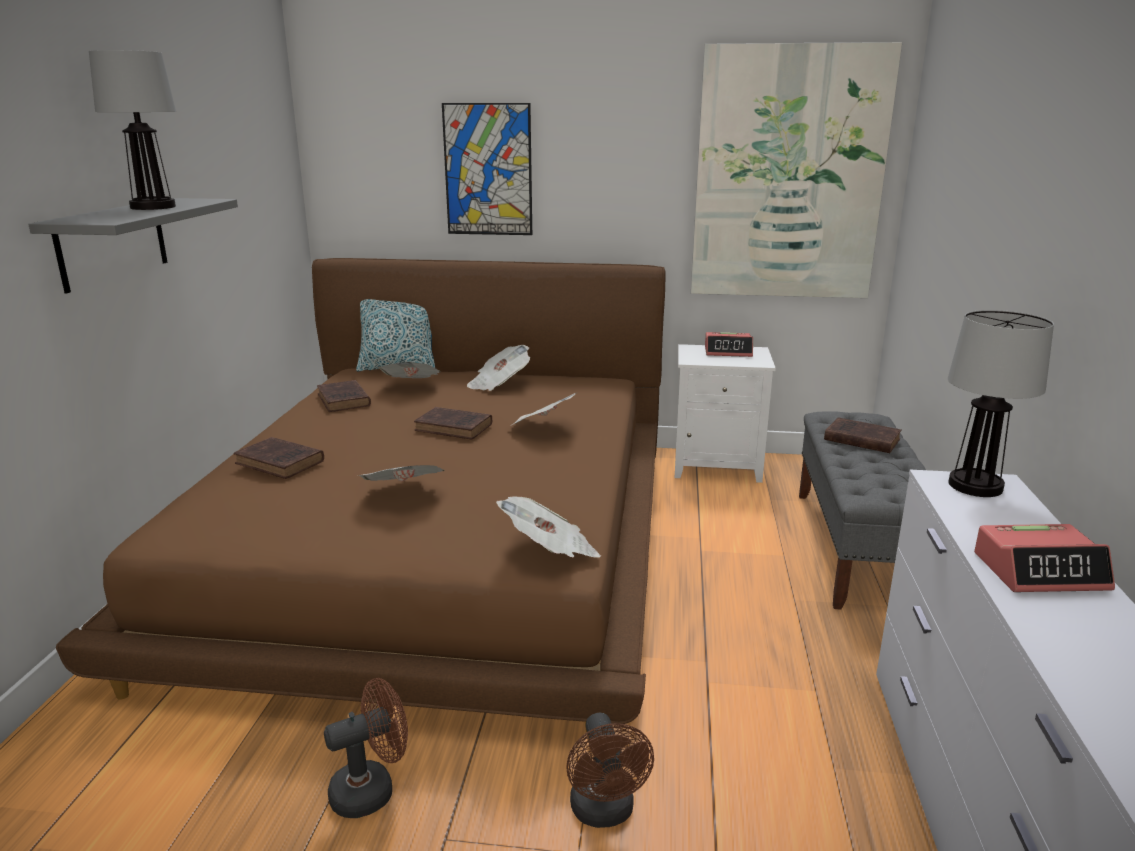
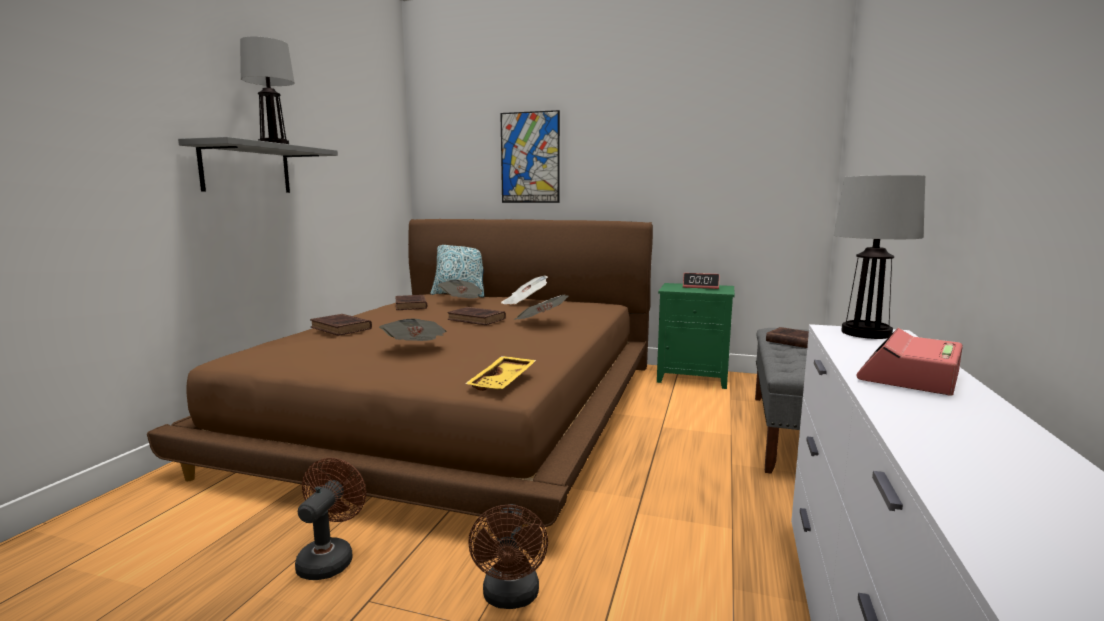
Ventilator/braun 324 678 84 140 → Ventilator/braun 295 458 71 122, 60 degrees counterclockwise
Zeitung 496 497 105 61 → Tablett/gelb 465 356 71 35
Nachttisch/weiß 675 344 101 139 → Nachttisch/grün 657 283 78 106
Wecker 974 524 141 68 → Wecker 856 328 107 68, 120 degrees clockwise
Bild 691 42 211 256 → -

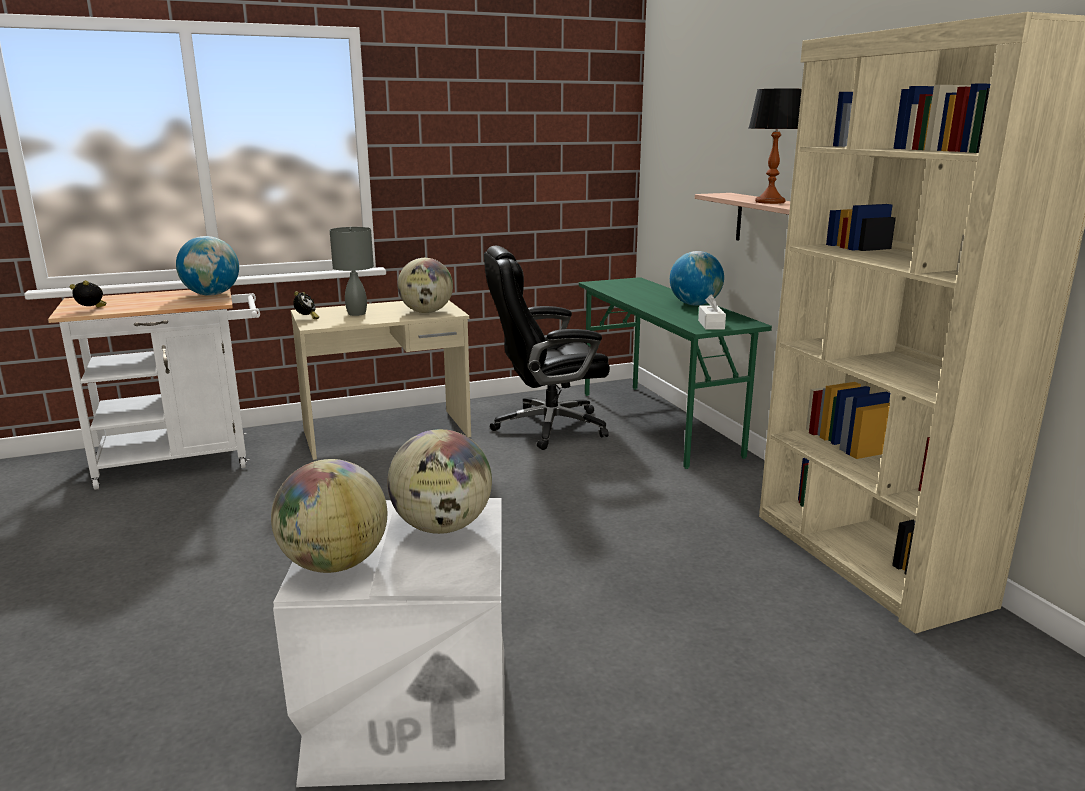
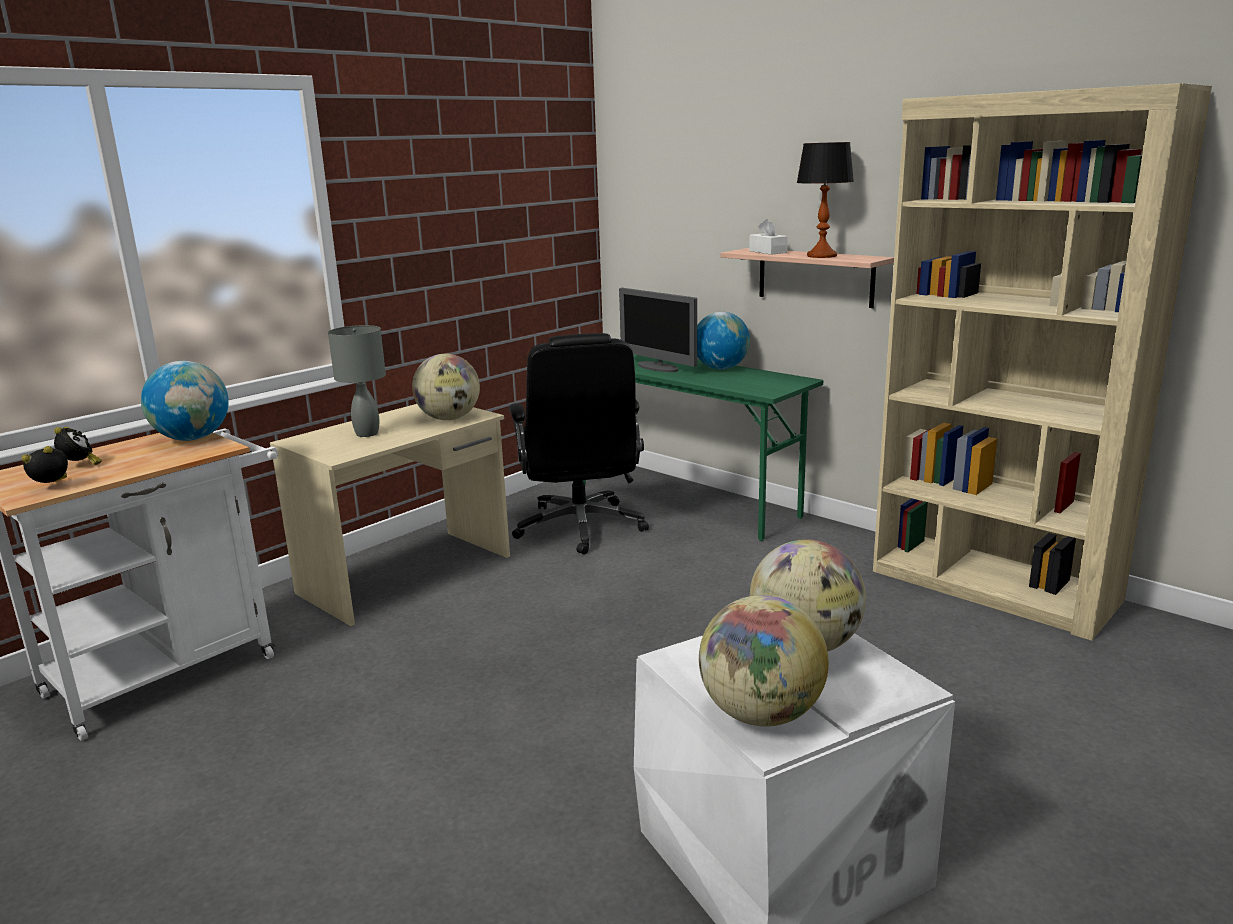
Wecker 293 291 26 28 → Wecker 54 427 48 38, move
Bürostuhl/schwarz 484 246 126 204 → Bürostuhl/schwarz 509 333 140 222, 60 degrees counterclockwise
- → Monitor 619 288 78 84
Taschentuchbox/weiß 698 294 28 36 → Taschentuchbox/weiß 749 219 39 36, move

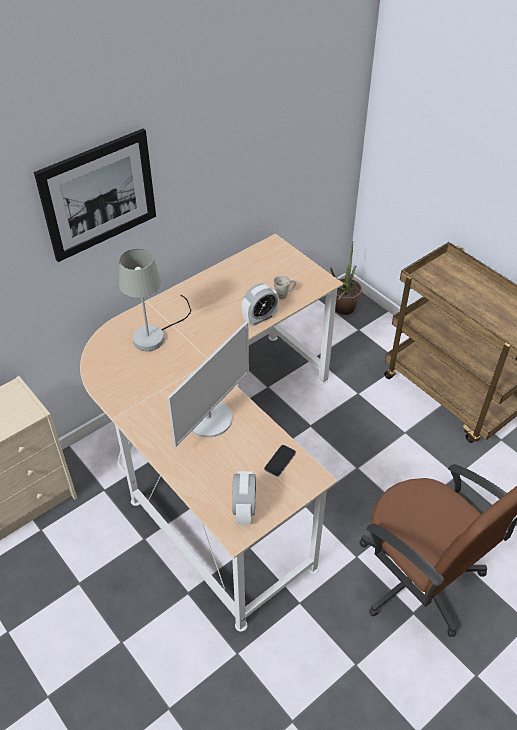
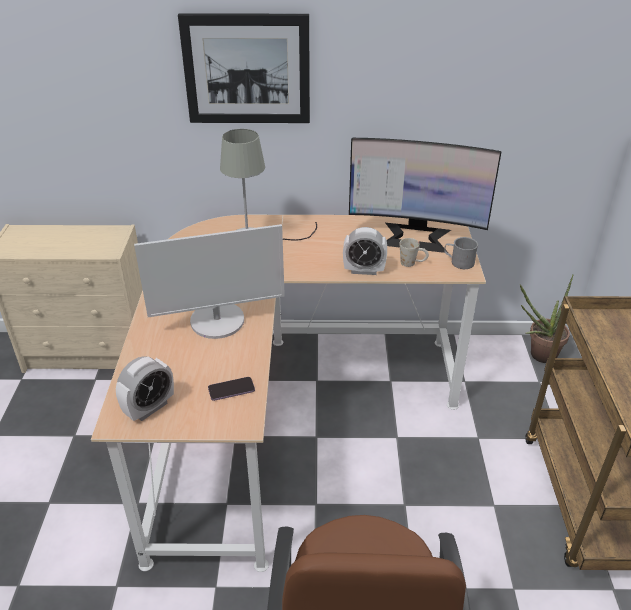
- → Monitor 349 138 152 115
- → Henkelbecher/grau 444 237 34 32

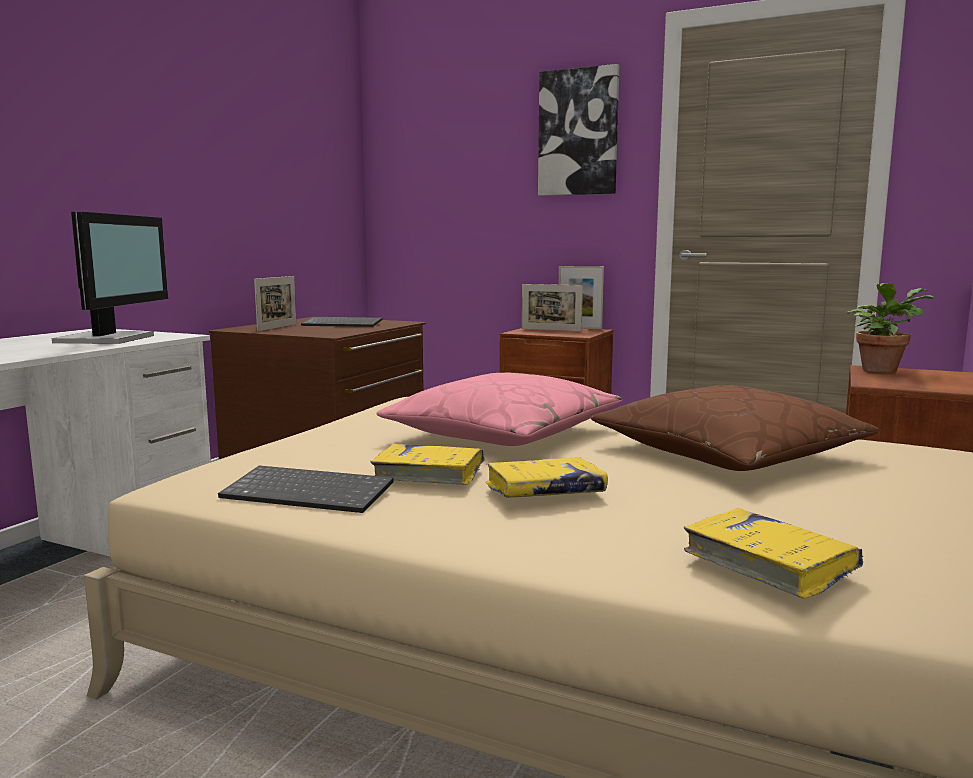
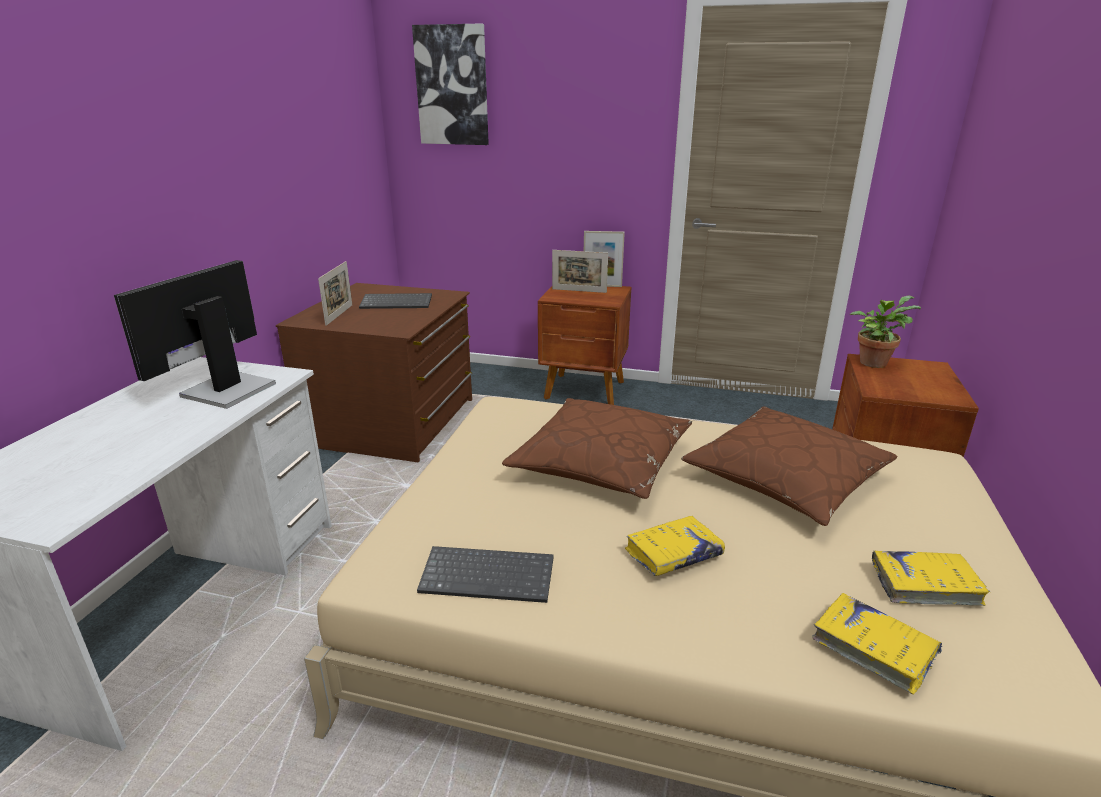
Monitor 52 212 116 132 → Monitor 114 260 162 149, 150 degrees counterclockwise
Bild 538 64 81 132 → Bild 412 23 77 122, move
Kissen/rosa 377 373 246 73 → Kissen/braun 502 398 190 101
Buch/gelb 370 444 115 41 → Buch/gelb 872 551 118 55, move

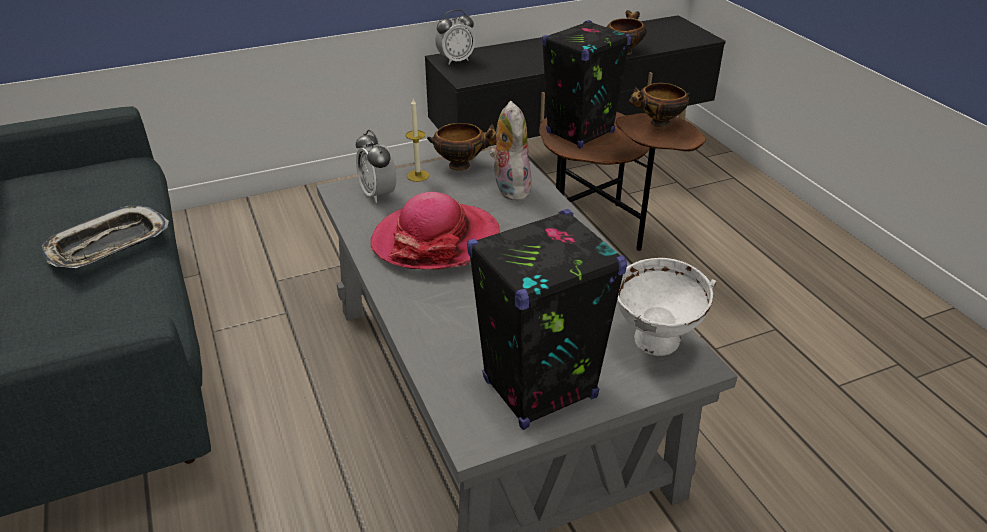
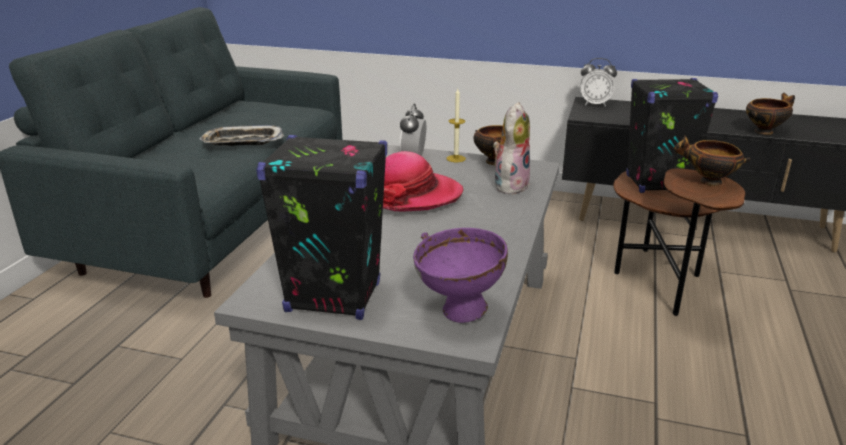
Schüssel/weiß 617 258 99 98 → Schüssel/lila 413 228 95 95

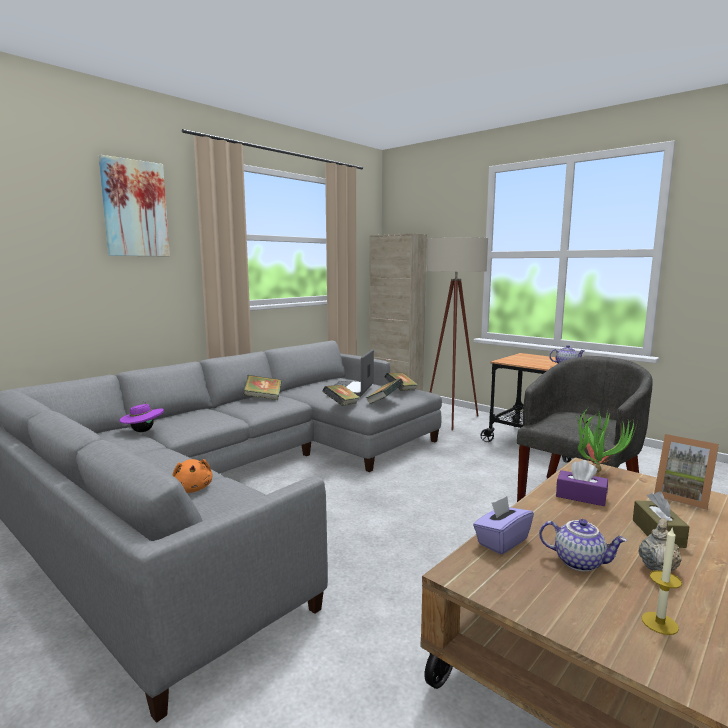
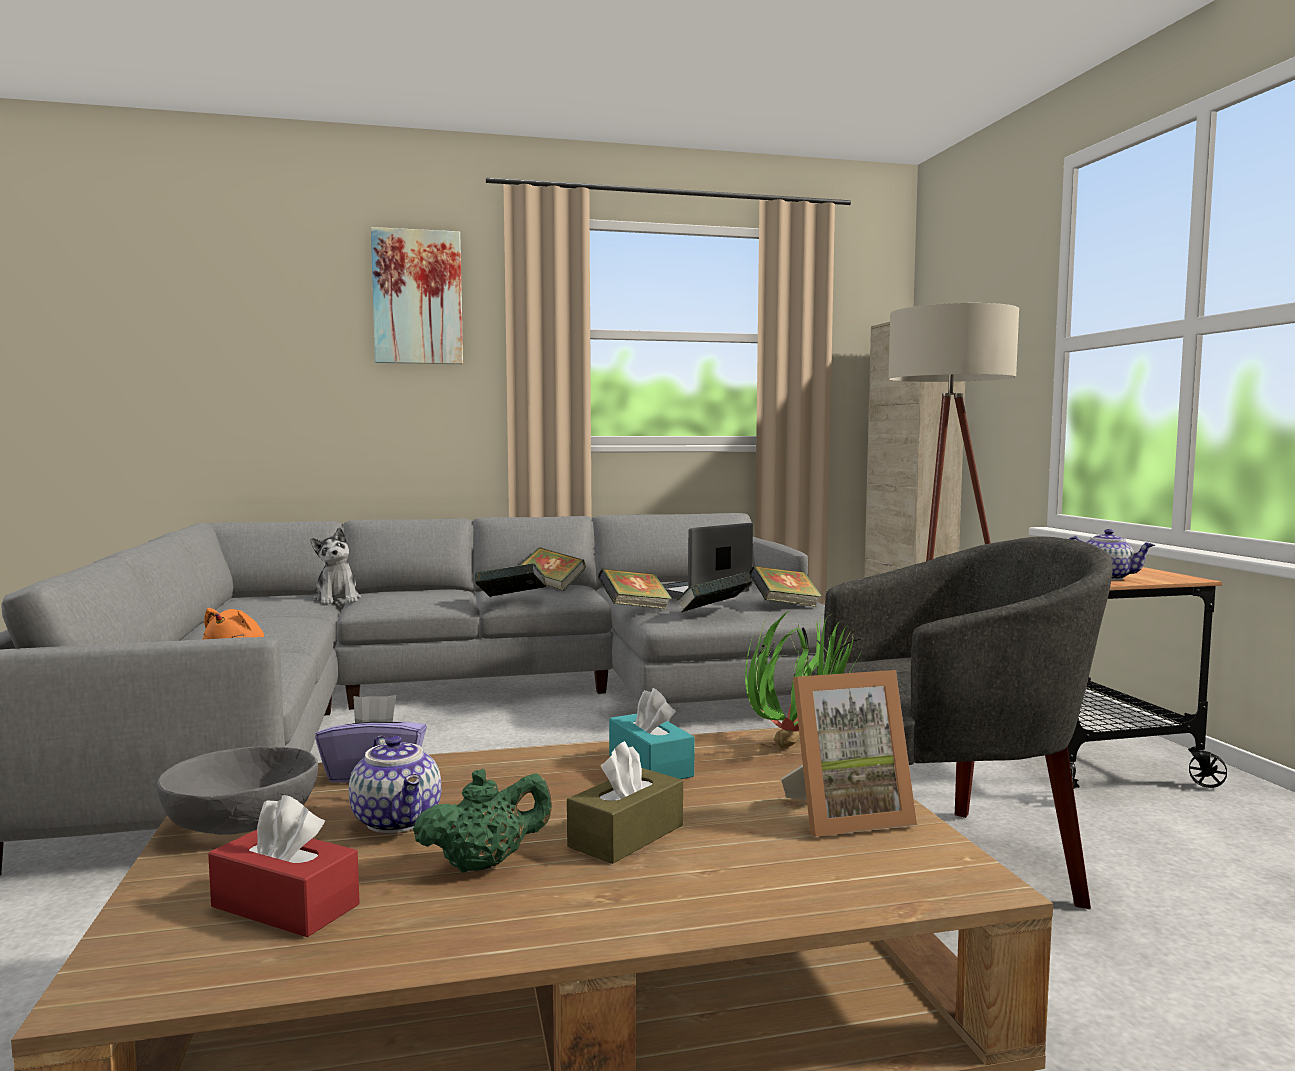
- → Schüssel/grau 157 747 161 88
Kerze 642 527 40 108 → Taschentuchbox/rot 208 795 152 142
Hut/lila 119 402 45 30 → Plüschtier 311 527 50 77
Teekanne/beige 639 518 43 54 → Teekanne/grün 413 769 139 104
- → Buch 475 563 71 34
Taschentuchbox/lila 556 460 52 46 → Taschentuchbox/türkis 609 688 86 91
Bilderrahmen 654 434 65 76 → Bilderrahmen 781 670 136 167, 90 degrees counterclockwise

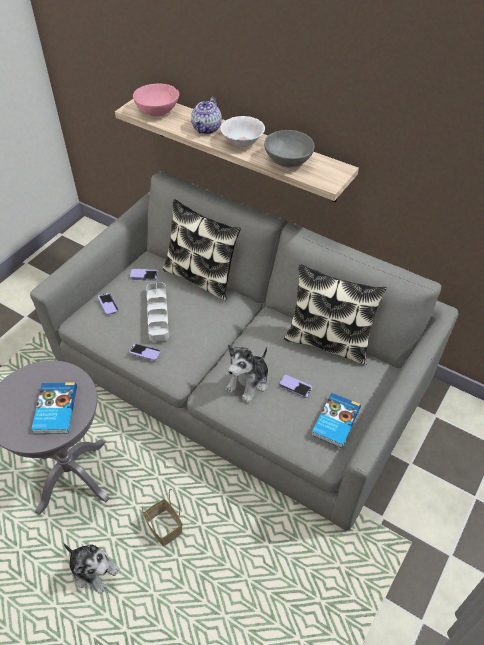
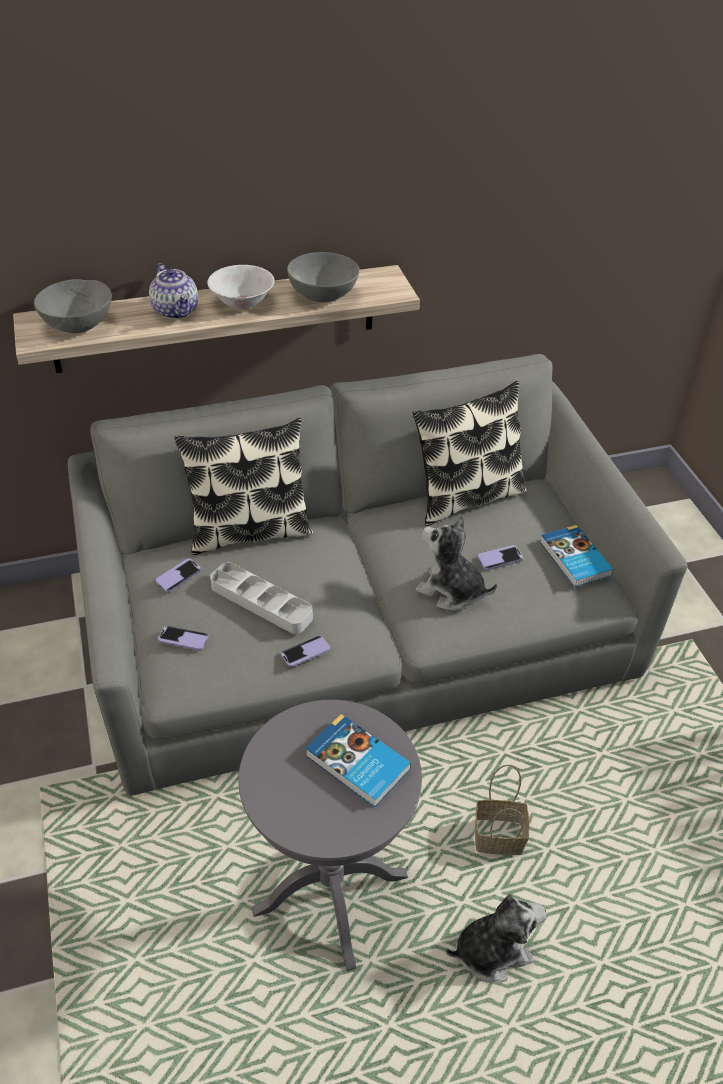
Schüssel/rosa 133 83 46 33 → Schüssel/grau 34 279 78 54
Plüschtier 226 344 43 59 → Plüschtier 416 516 81 95, 135 degrees clockwise

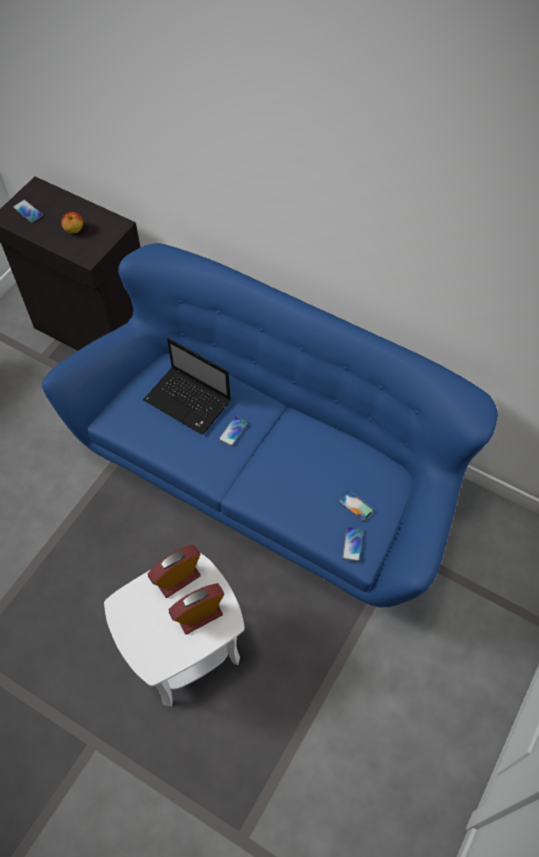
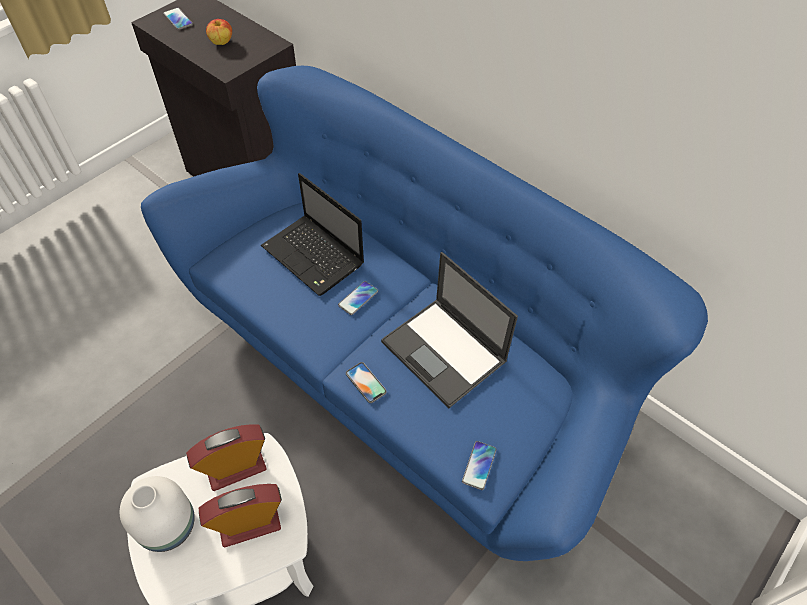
- → Vase/weiß 120 476 75 76
Handy 338 491 36 31 → Handy 346 362 41 41, move
- → Laptop 381 252 137 156

